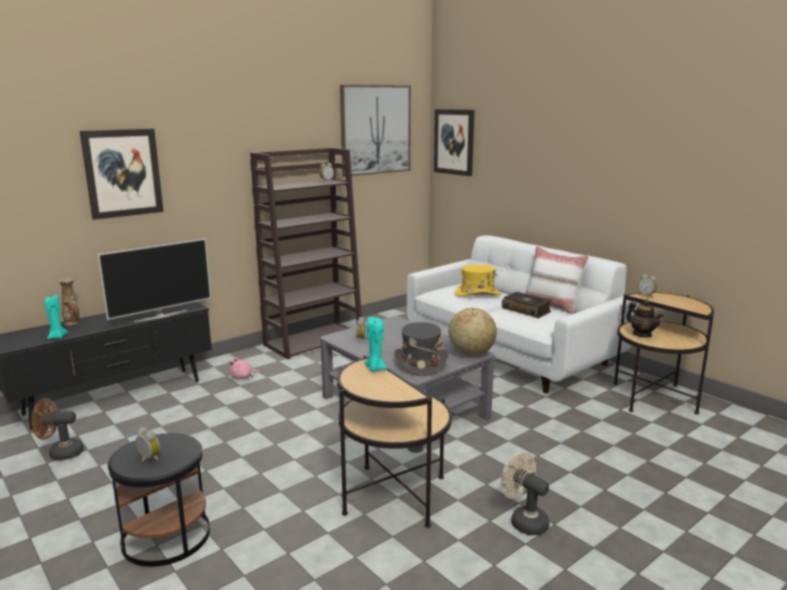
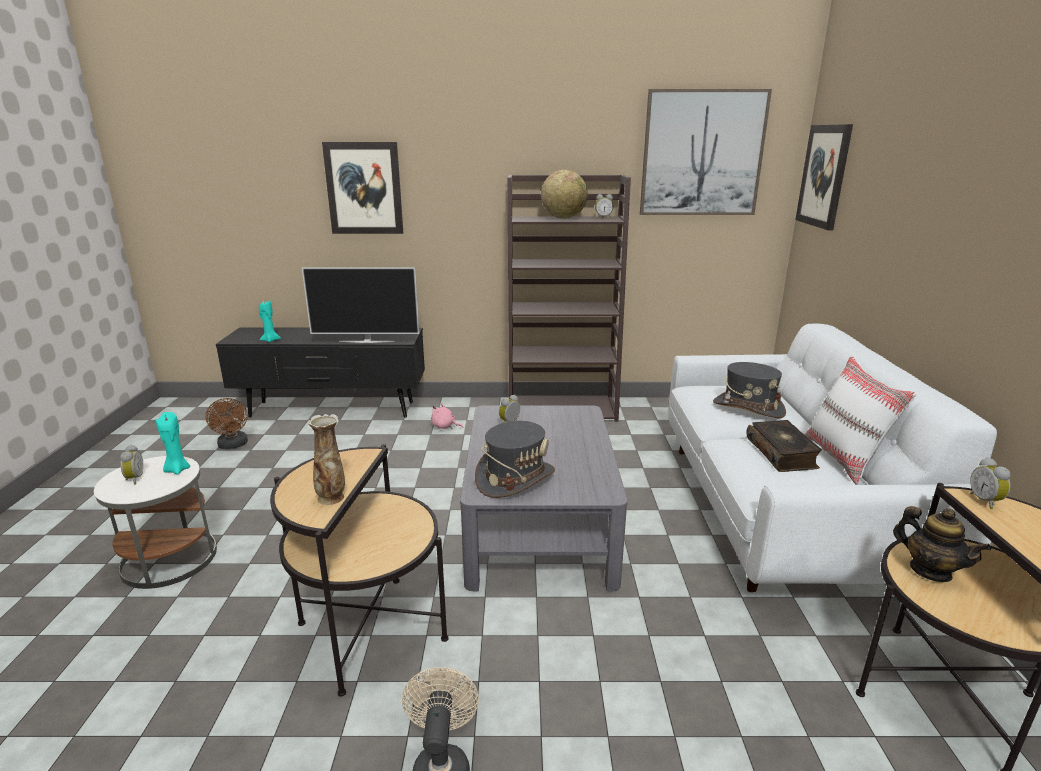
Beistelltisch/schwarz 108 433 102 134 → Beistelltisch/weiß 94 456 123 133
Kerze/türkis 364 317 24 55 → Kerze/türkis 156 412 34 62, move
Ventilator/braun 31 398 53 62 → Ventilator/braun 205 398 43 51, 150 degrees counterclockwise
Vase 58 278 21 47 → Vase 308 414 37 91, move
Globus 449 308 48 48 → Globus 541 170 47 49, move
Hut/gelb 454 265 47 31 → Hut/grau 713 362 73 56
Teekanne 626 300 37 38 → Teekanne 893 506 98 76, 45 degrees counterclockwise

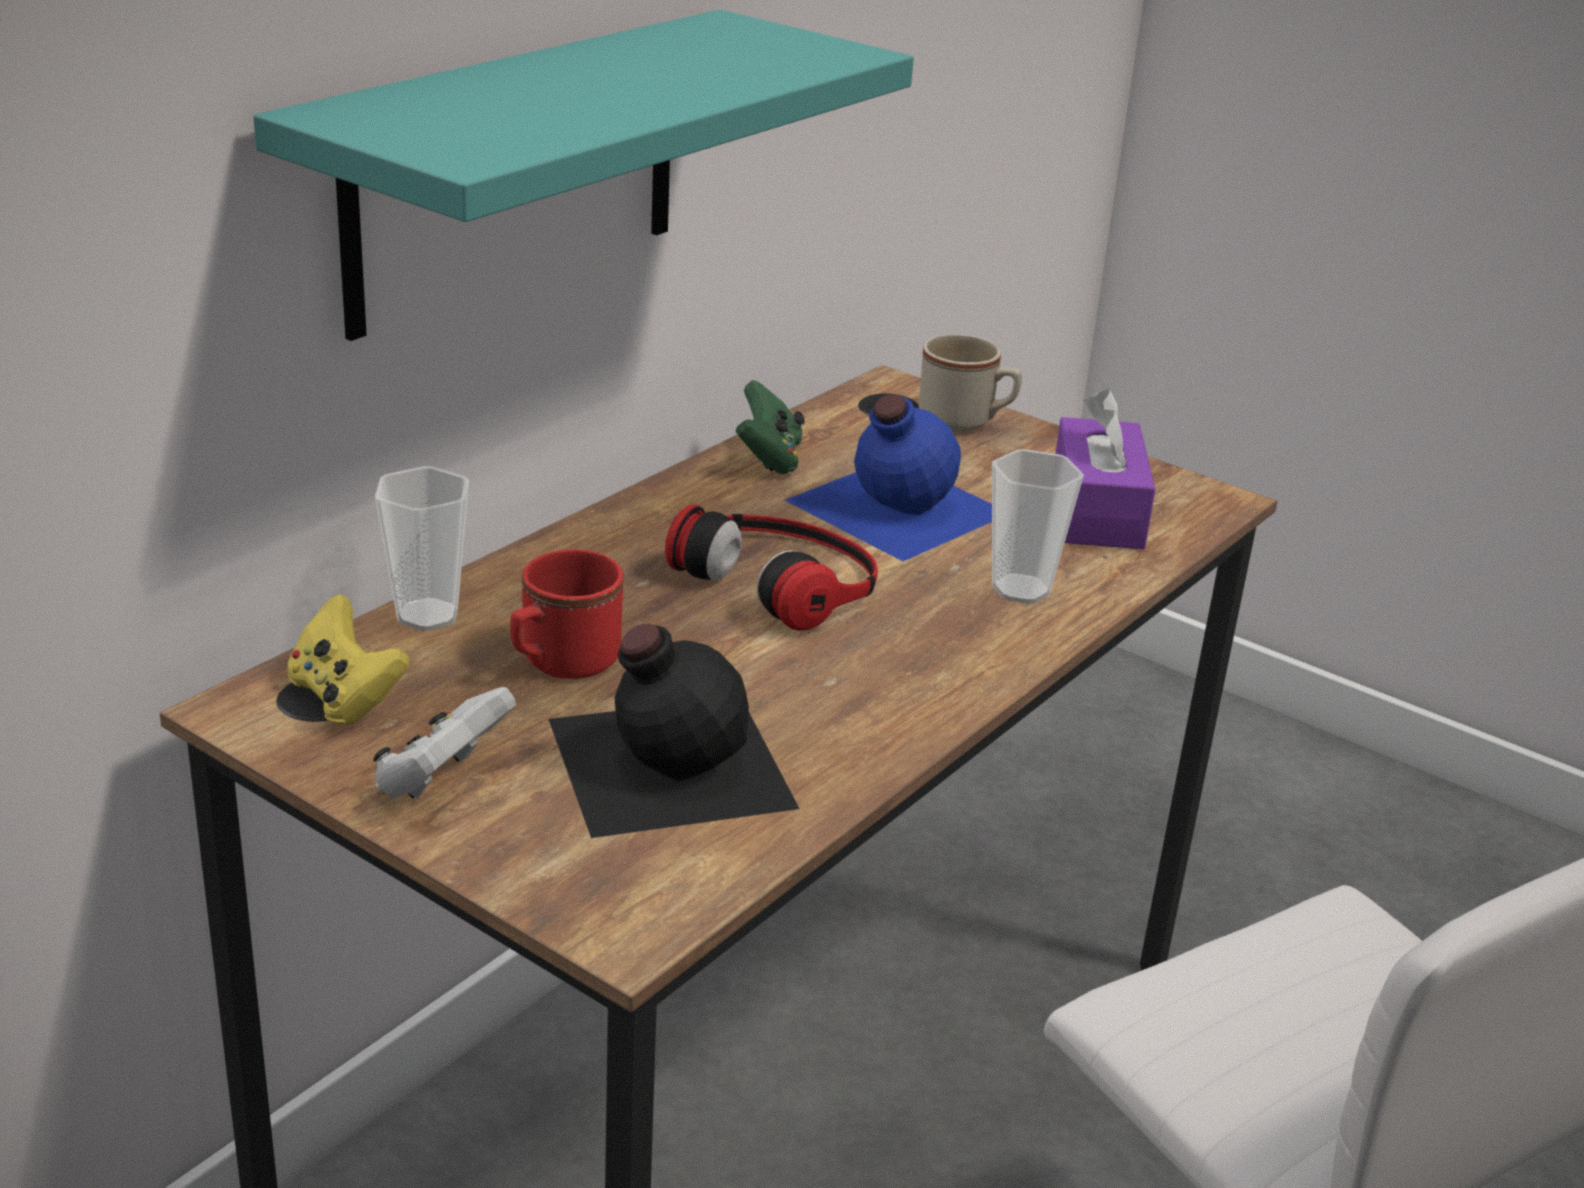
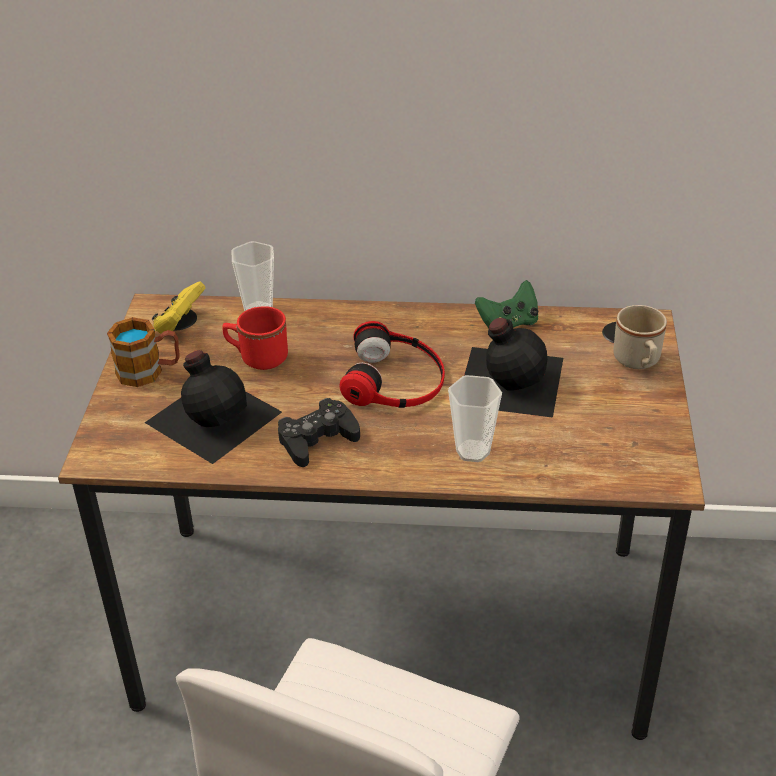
Gamepad/weiß 373 687 143 111 → Henkelbecher 107 317 73 70
- → Gamepad/schwarz 278 398 82 69
Flasche/blau 785 394 207 167 → Flasche/schwarz 464 318 99 100
Wandregal/türkis 253 9 661 332 → -
Taschentuchbox/lila 1055 389 101 160 → -

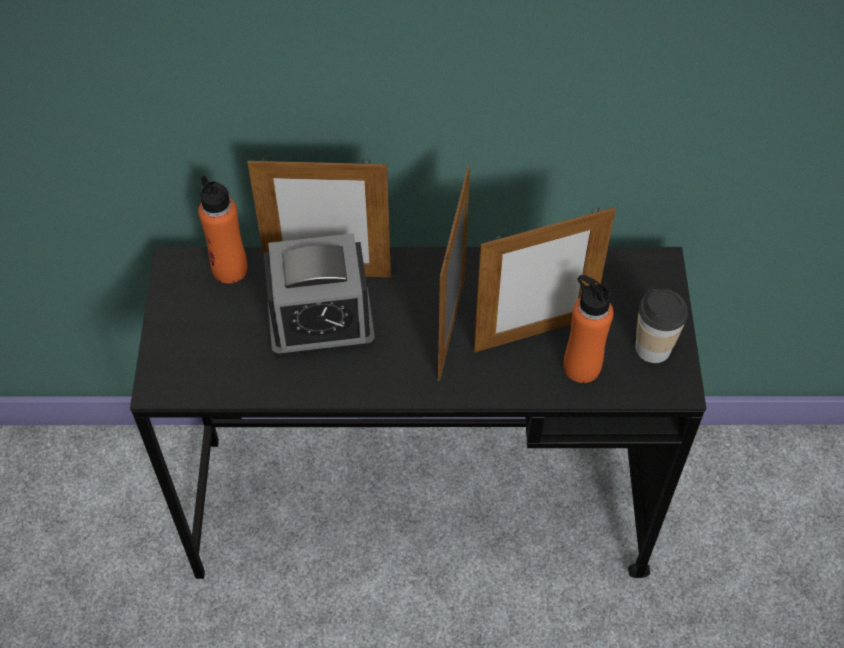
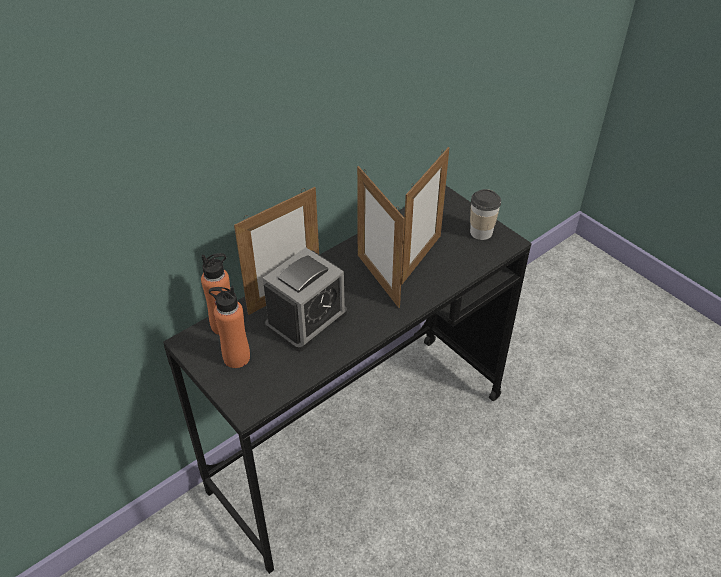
Flasche/orange 563 275 50 108 → Flasche/orange 209 286 41 82, move

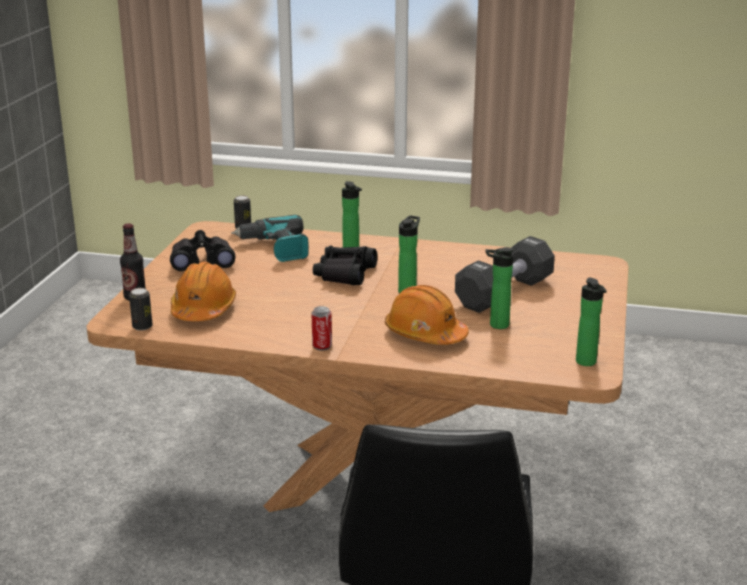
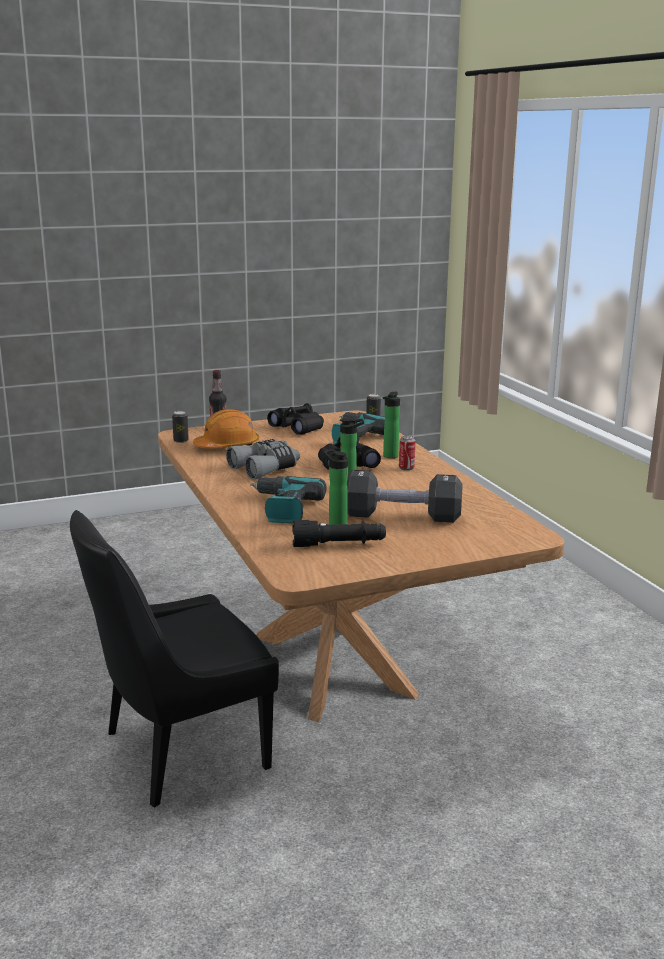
- → Fernglas/grau 226 439 74 41
Schutzhelm/orange 385 285 84 60 → Bohrmaschine 250 476 76 47
- → Taschenlampe/schwarz 292 520 94 27
Dose 312 306 20 45 → Dose 399 436 16 34, move
Flasche 576 277 31 89 → -

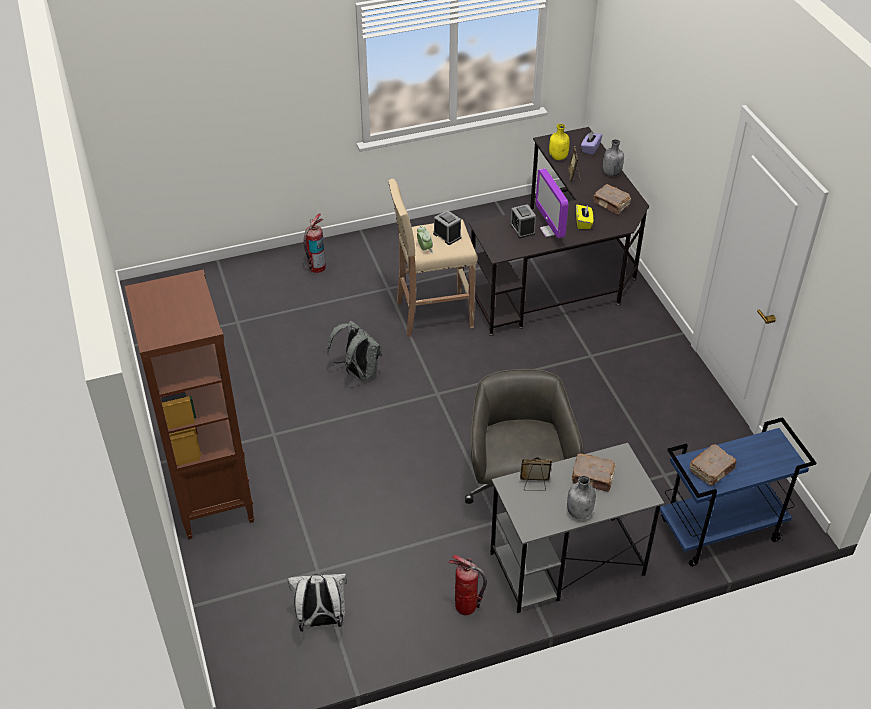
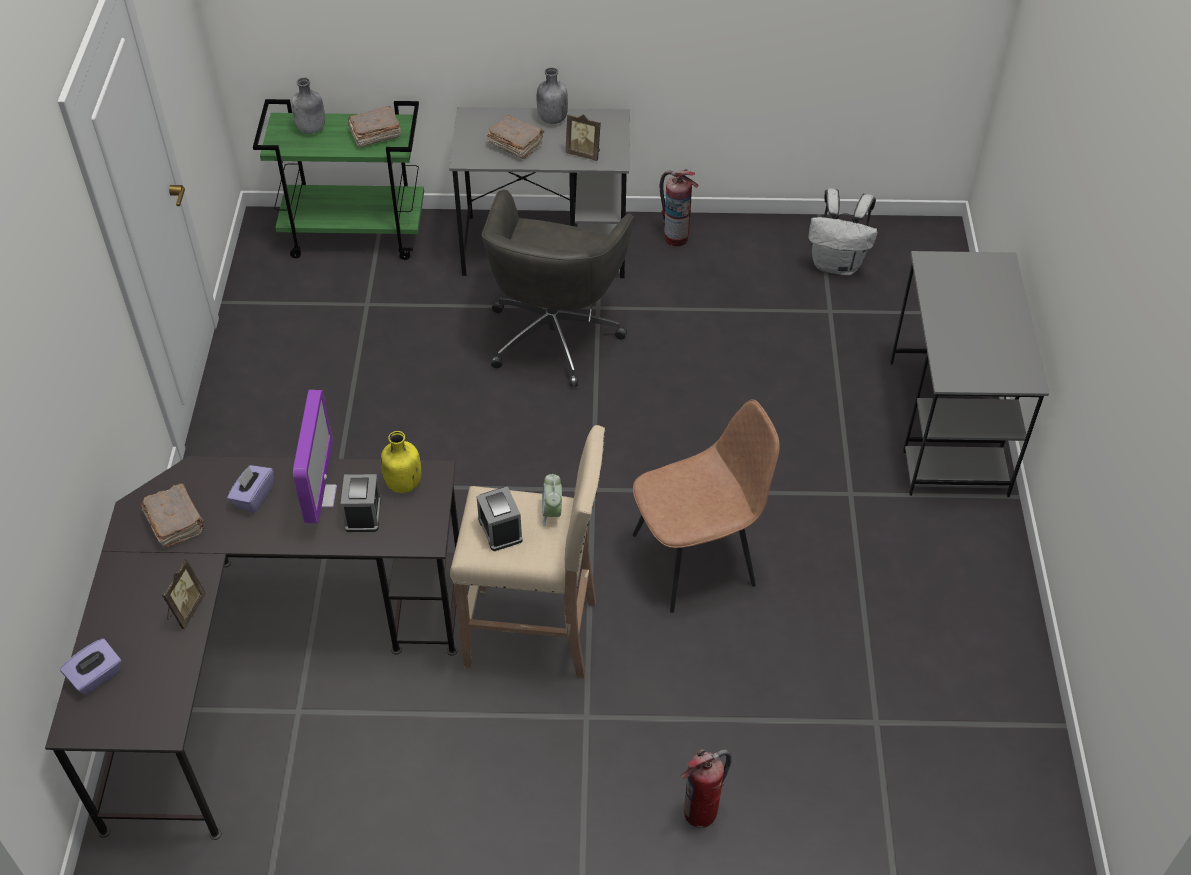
Taschentuchbox/gelb 576 205 17 24 → Taschentuchbox/lila 227 465 47 48
Rollwagen/blau 660 417 156 150 → Rollwagen/grün 253 99 171 161
Flasche/grau 603 139 21 37 → Flasche/grau 292 77 33 57, move
Flasche/gelb 549 124 21 36 → Flasche/gelb 381 431 40 62, move
Rucksack/grau 327 321 55 60 → Stuhl/braun 632 399 148 214
Bücherregal/braun 125 270 129 269 → Schreibtisch/grau 890 251 159 246

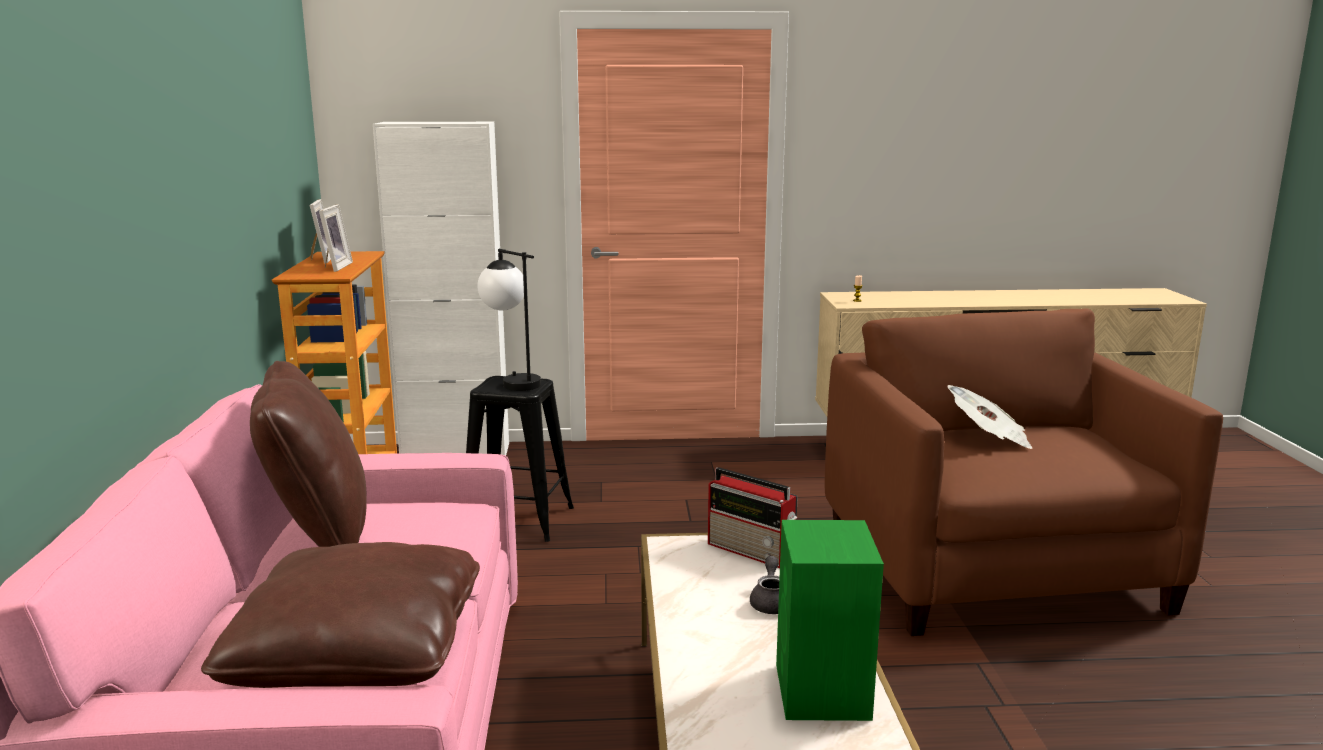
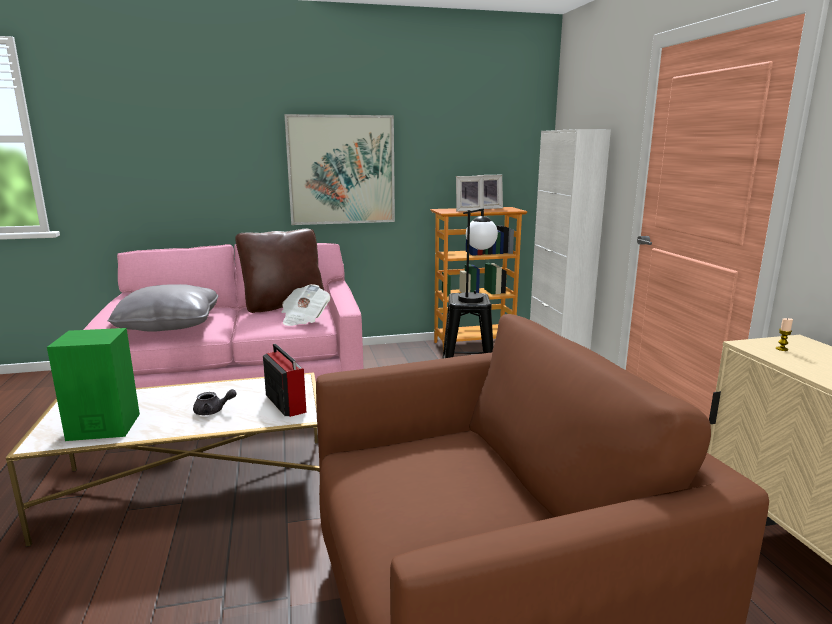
Kissen/braun 201 542 279 146 → Kissen/grau 108 284 110 48
Radio 708 467 90 101 → Radio 263 344 43 73, 120 degrees clockwise
Zeitung 947 385 86 64 → Zeitung 281 284 49 42, move
- → Bild 284 114 111 111

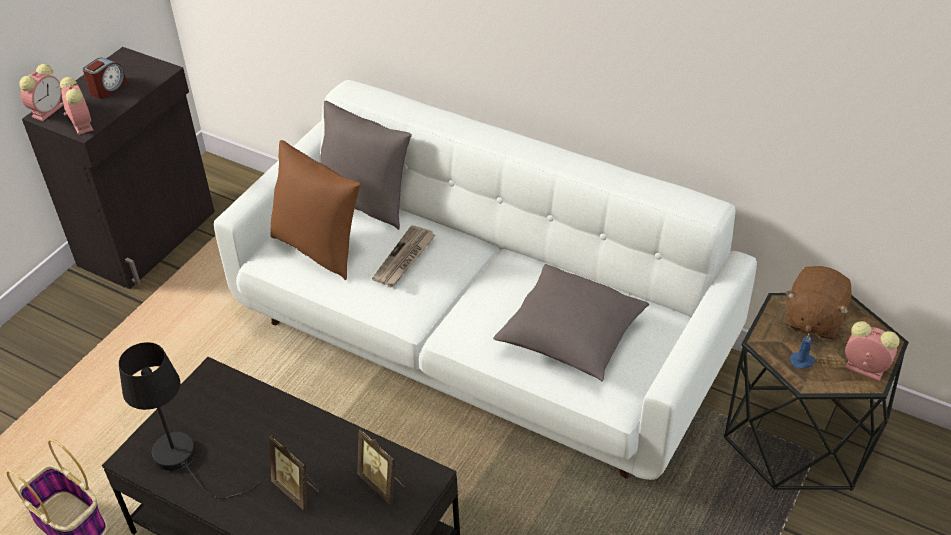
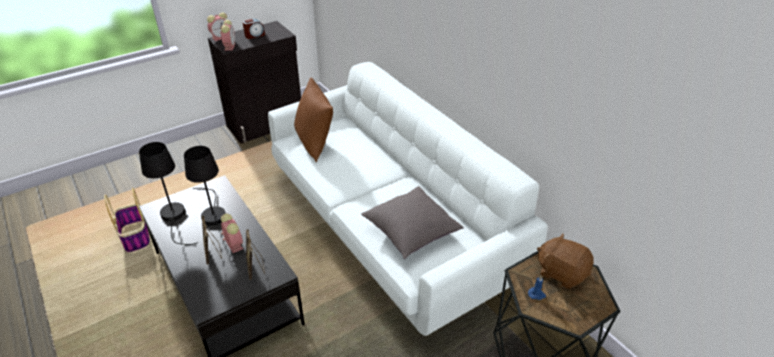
- → Tischlampe/schwarz 184 146 42 80
Wecker 845 321 55 60 → Wecker 221 214 22 39, move
Plüschtier/braun 785 266 67 74 → Plüschtier/braun 537 233 57 56, 75 degrees clockwise
Kissen/grau 321 101 91 129 → -
Zeitung 372 225 64 61 → -

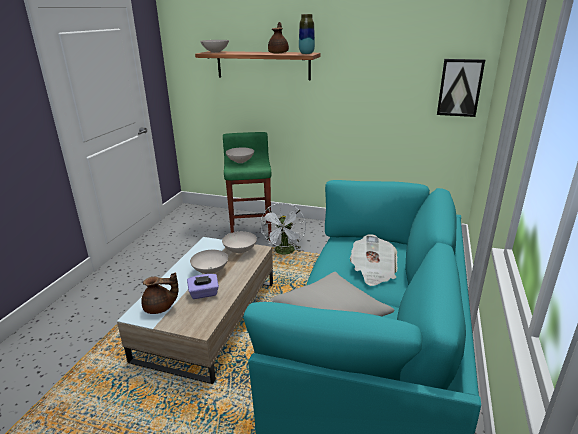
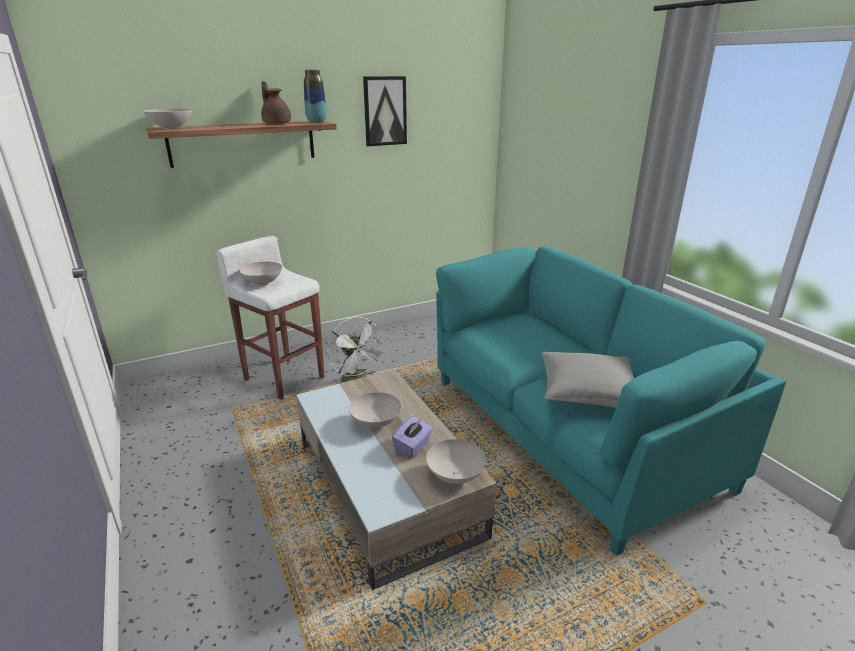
Hocker/grün 223 132 49 109 → Hocker/weiß 216 236 109 164
Bild 437 59 48 58 → Bild 363 76 44 70, move
Schüssel/weiß 222 231 35 22 → Schüssel/weiß 426 439 60 45, move
Teekanne/braun 141 272 37 42 → -
Zeitung 350 234 47 52 → -

